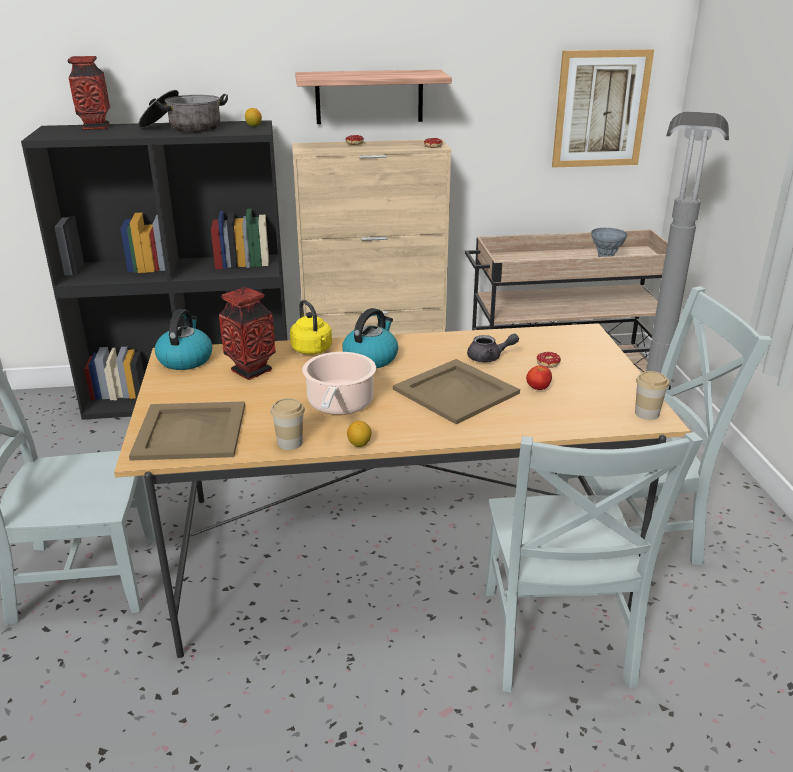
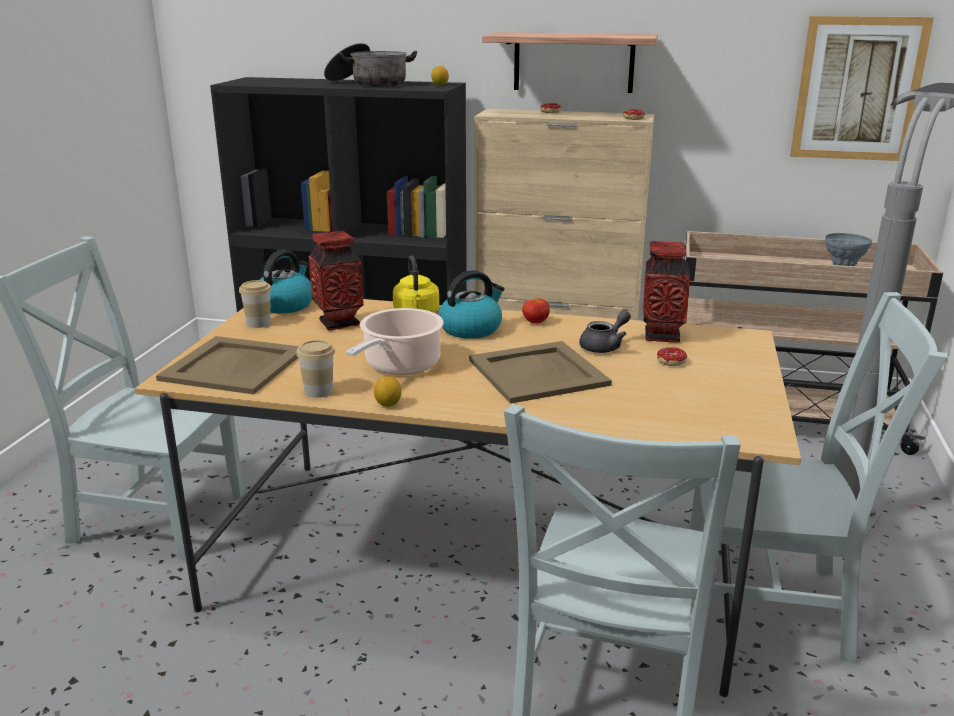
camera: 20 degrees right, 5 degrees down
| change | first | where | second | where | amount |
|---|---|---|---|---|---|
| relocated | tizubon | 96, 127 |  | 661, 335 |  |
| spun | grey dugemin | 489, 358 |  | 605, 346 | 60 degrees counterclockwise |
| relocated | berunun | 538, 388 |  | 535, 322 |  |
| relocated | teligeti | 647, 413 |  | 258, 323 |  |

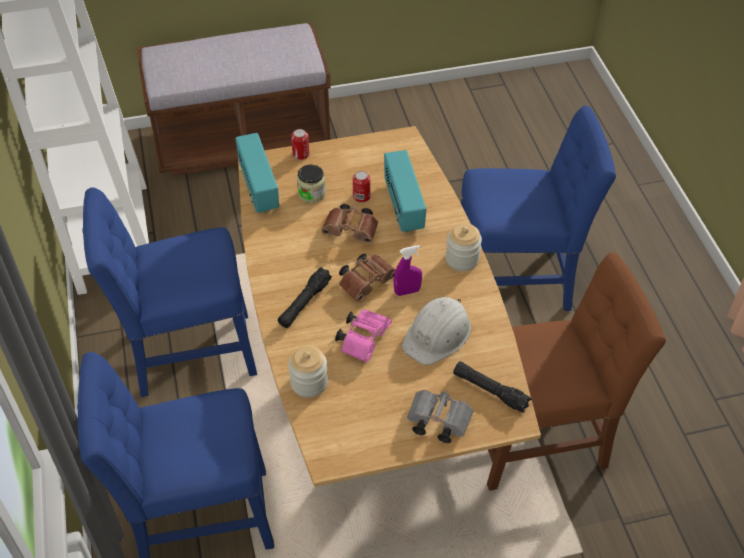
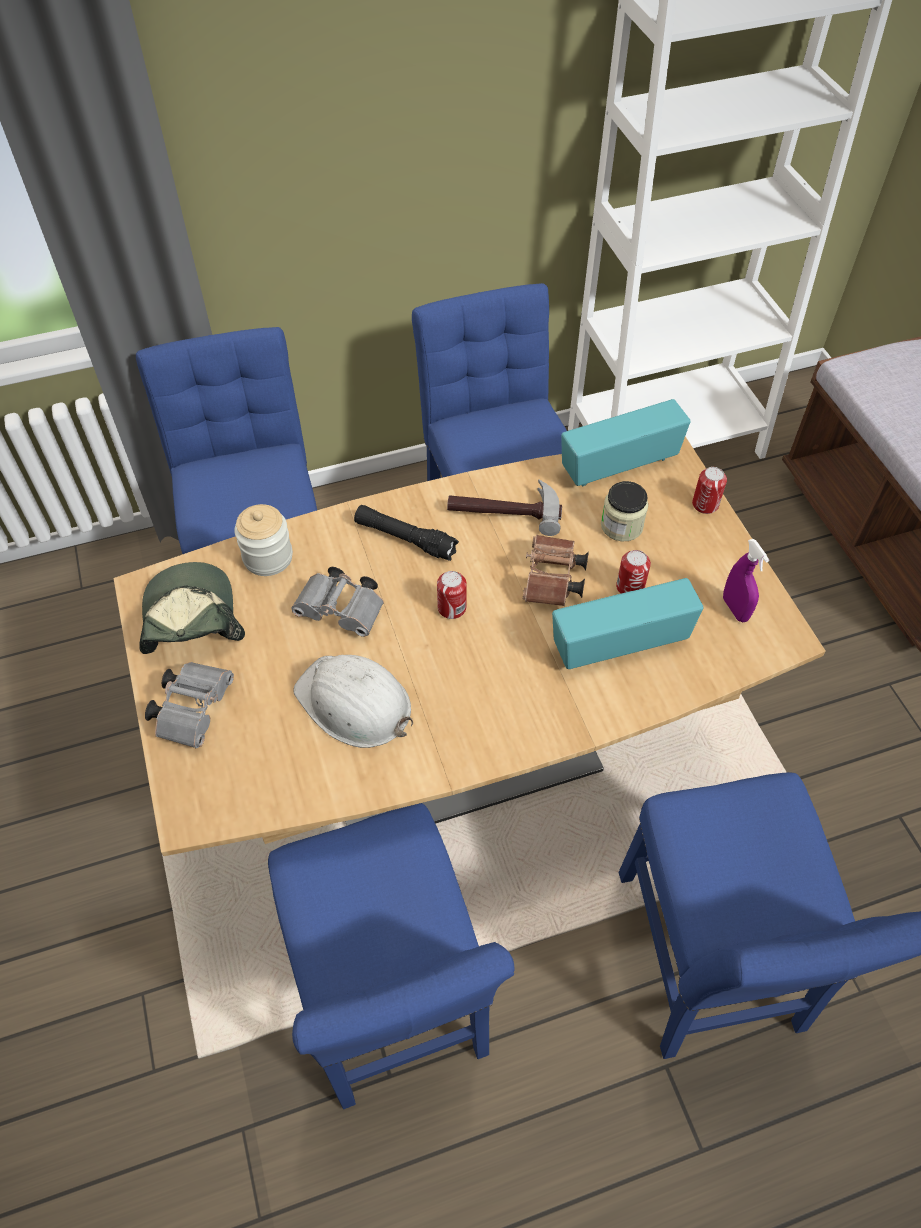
camera: 85 degrees right, 5 degrees up
| change | first | where | second | where | amount |
|---|---|---|---|---|---|
| colour | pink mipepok | 364, 339 | grey mipepok | 343, 612 |  |
| exchanged | brown mipepok | 367, 282 | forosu | 452, 608 |  |
| relocated | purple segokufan | 407, 291 |  | 735, 609 |  |
| missing | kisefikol | 462, 259 |  |  |  |
| missing | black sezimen | 490, 391 |  |  |  |
| colour | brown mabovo | 541, 439 | blue mabovo | 392, 999 |  |
| appeared |  |  | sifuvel | 190, 619 |  |
| appeared |  |  | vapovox | 504, 510 |  |

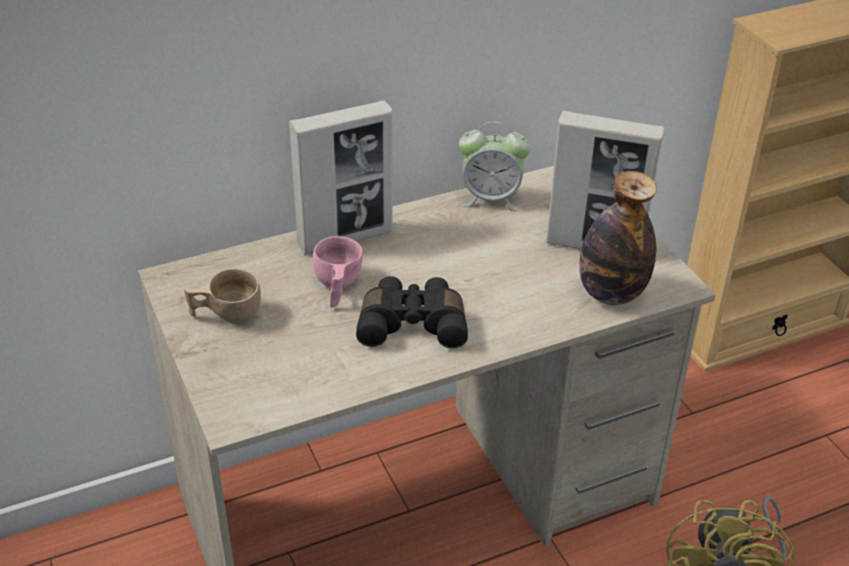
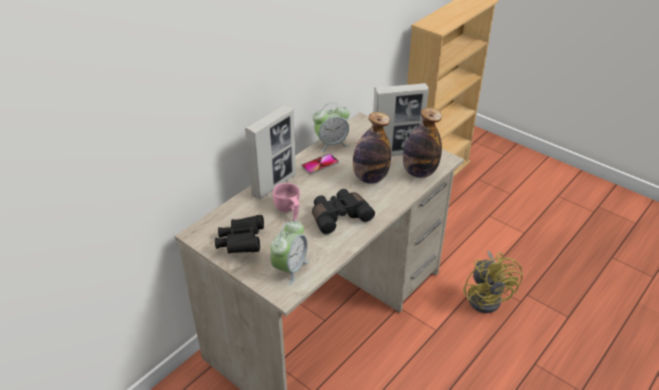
camera: 25 degrees left, 0 degrees up
| change | first | where | second | where | amount |
|---|---|---|---|---|---|
| exchanged | beige teligeti | 226, 315 | black mipepok | 241, 243 |  |
| appeared |  |  | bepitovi | 290, 268 |  |
| appeared |  |  | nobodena | 320, 165 |  |
| appeared |  |  | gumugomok | 370, 178 |  |

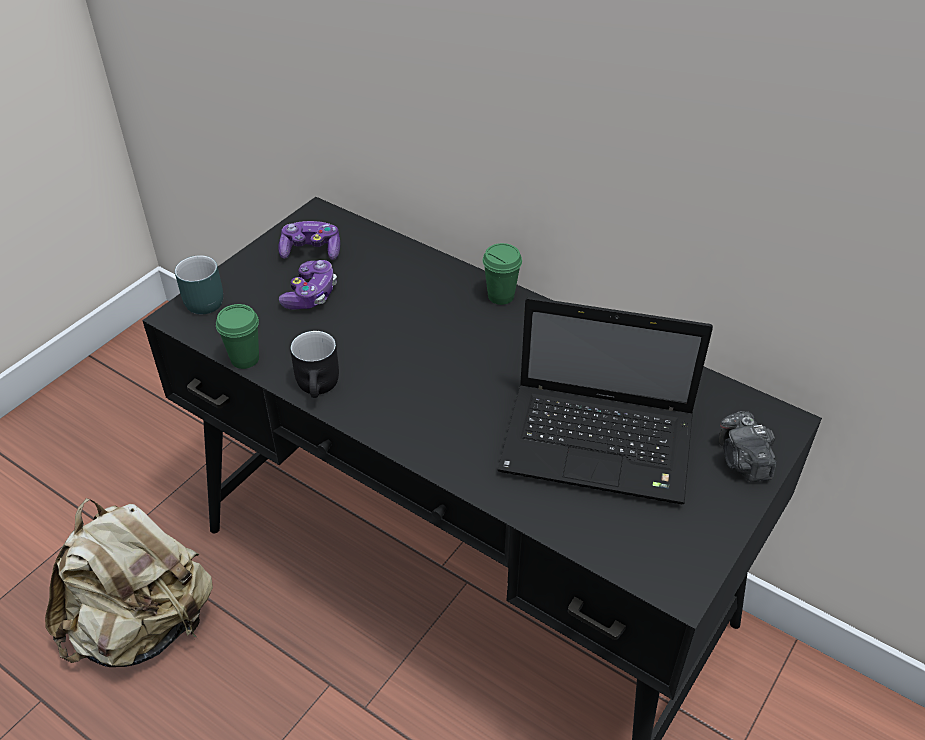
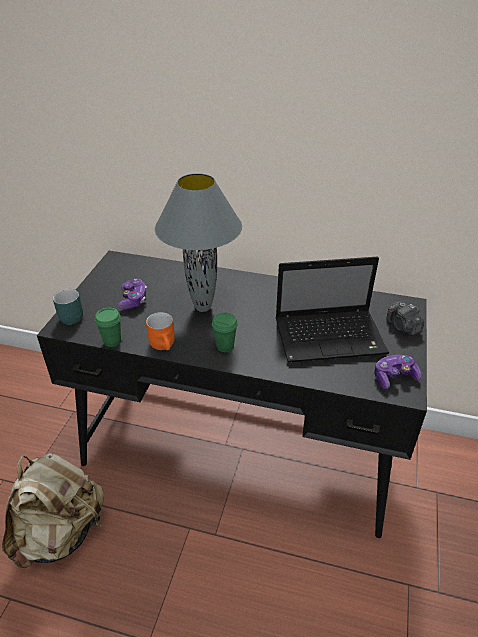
camera: 20 degrees left, 5 degrees down
| change | first | where | second | where | amount |
|---|---|---|---|---|---|
| relocated | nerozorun | 311, 250 |  | 394, 377 |  |
| colour | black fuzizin | 321, 386 | orange fuzizin | 165, 345 |  |
| relocated | green teligeti | 501, 296 |  | 225, 346 |  |
| appeared |  |  | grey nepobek | 203, 307 |  |

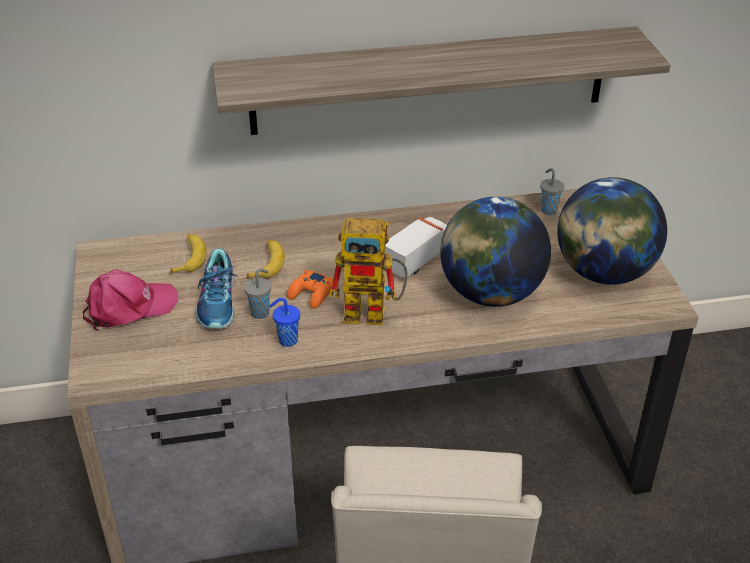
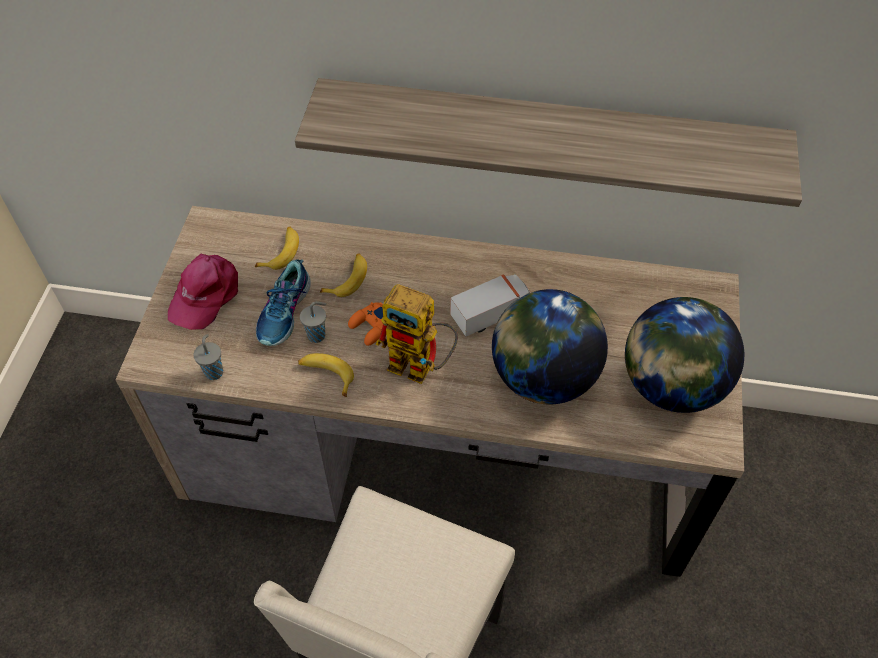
camera: 20 degrees right, 15 degrees up
| change | first | where | second | where | amount |
|---|---|---|---|---|---|
| spun | pink sifuvel | 129, 307 |  | 206, 294 | 120 degrees clockwise |
| exchanged | blue teligeti | 286, 340 | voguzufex | 326, 375 |  |
| relocated | grey teligeti | 548, 210 |  | 214, 371 |  |

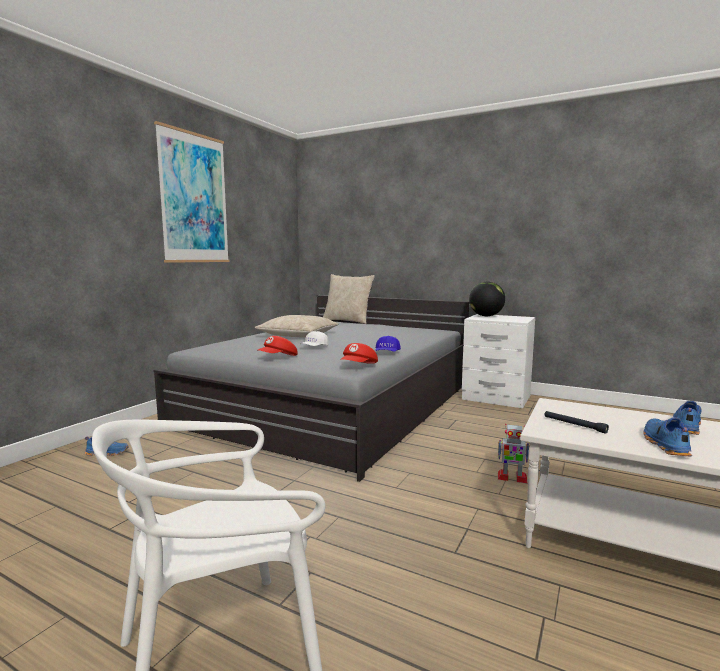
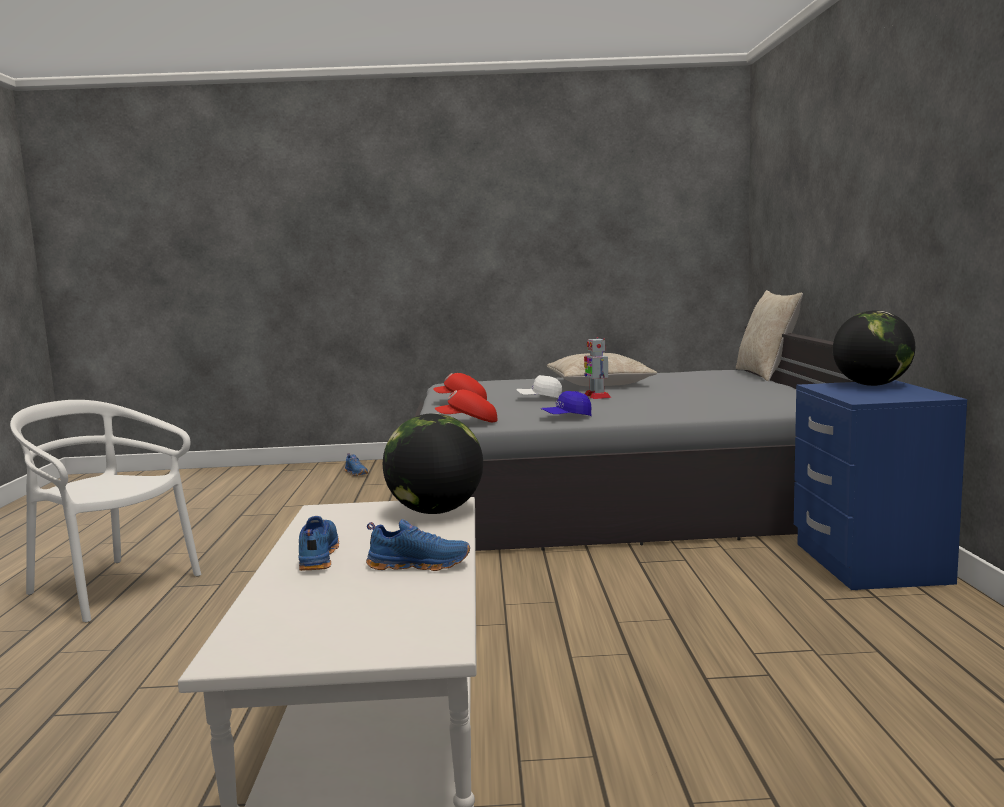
camera: 60 degrees right, 0 degrees up
| change | first | where | second | where | amount |
|---|---|---|---|---|---|
| missing | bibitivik | 194, 198 |  |  |  |
| colour | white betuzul | 496, 398 | blue betuzul | 867, 563 |  |
| relocated | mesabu | 511, 477 |  | 596, 396 |  |
| missing | black sezimen | 574, 425 |  |  |  |
| spun | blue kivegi | 664, 444 |  | 317, 556 | 75 degrees counterclockwise |
| appeared |  |  | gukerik | 435, 511 |  |

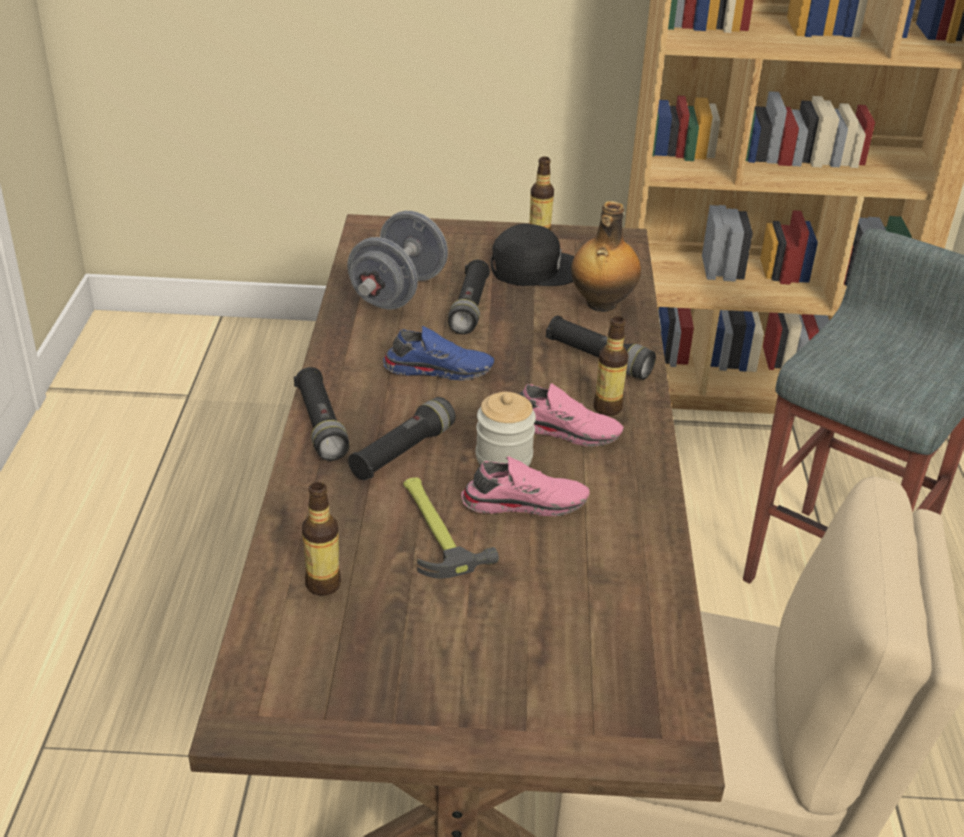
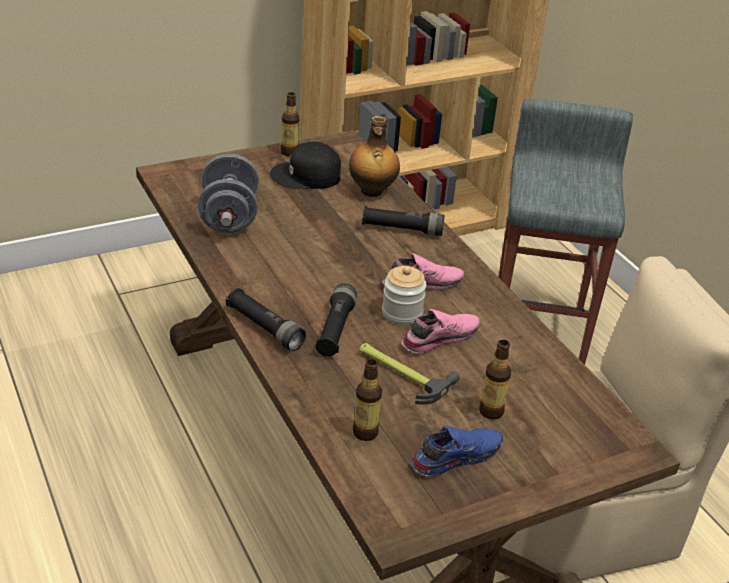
camera: 30 degrees left, 0 degrees up
| change | first | where | second | where | amount |
|---|---|---|---|---|---|
| relocated | blue kivegi | 438, 369 |  | 455, 456 |  |
| missing | black sezimen | 470, 308 |  |  |  |
| spun | black sifuvel | 535, 268 |  | 307, 176 | 150 degrees counterclockwise |
| relocated | gumugomok | 607, 408 |  | 491, 411 |  |

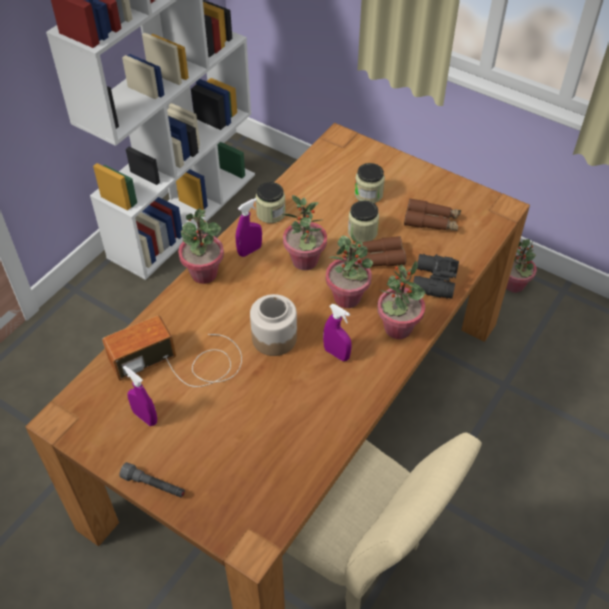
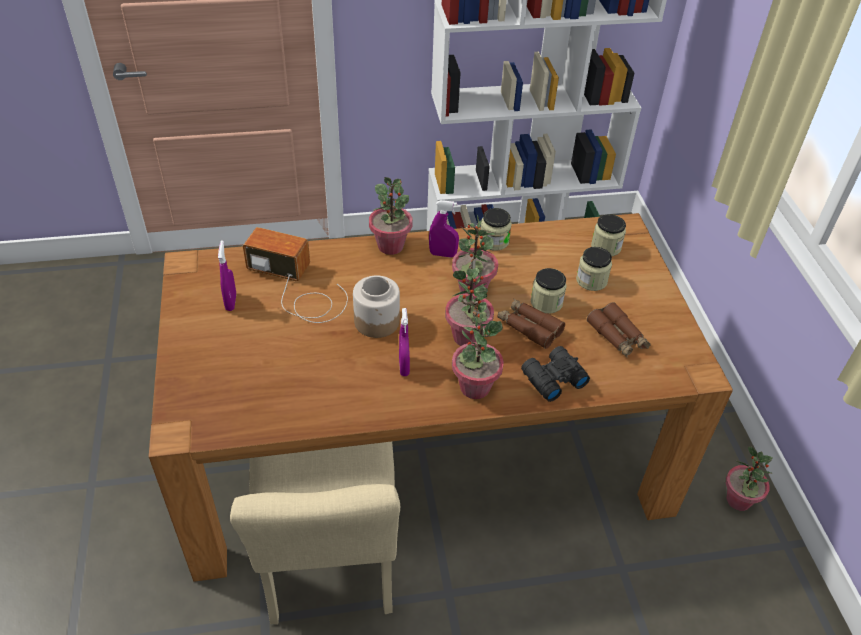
camera: 45 degrees right, 5 degrees down
| change | first | where | second | where | amount |
|---|---|---|---|---|---|
| missing | grey sezimen | 154, 485 |  |  |  |
| appeared |  |  | kisefikol | 606, 247 |  |

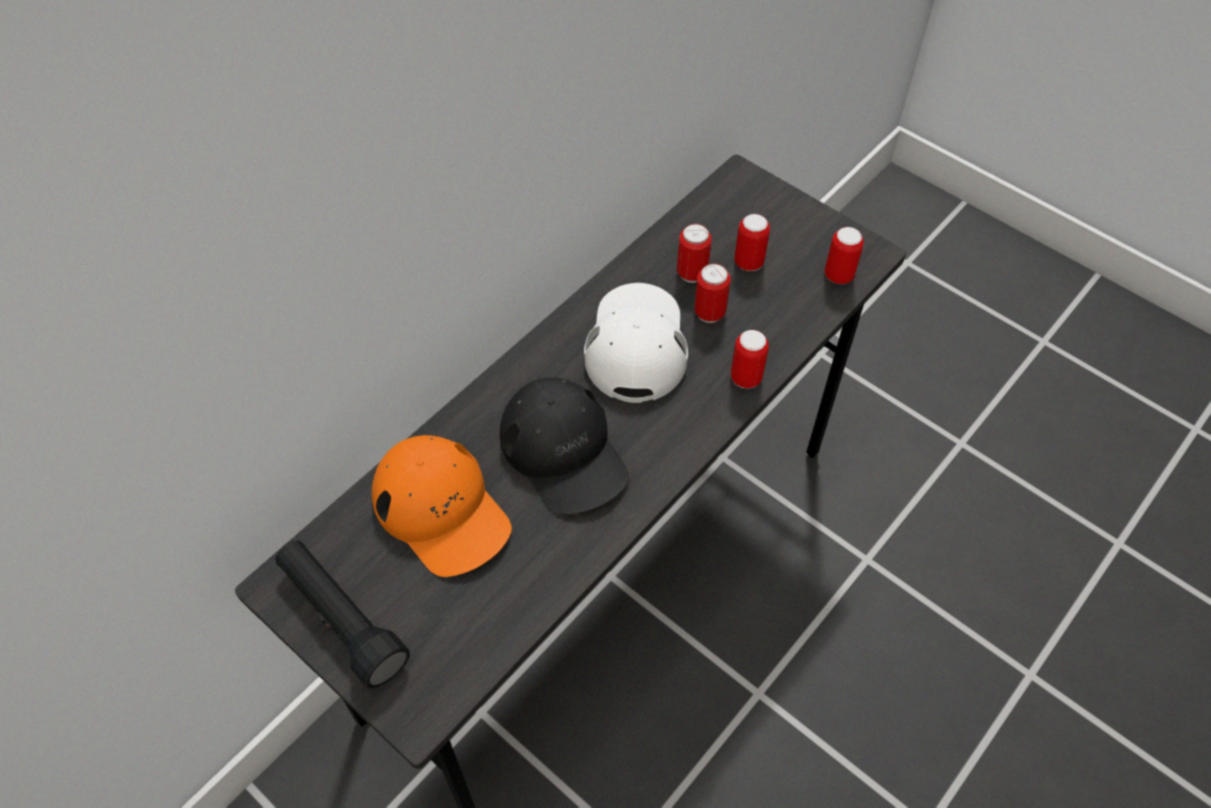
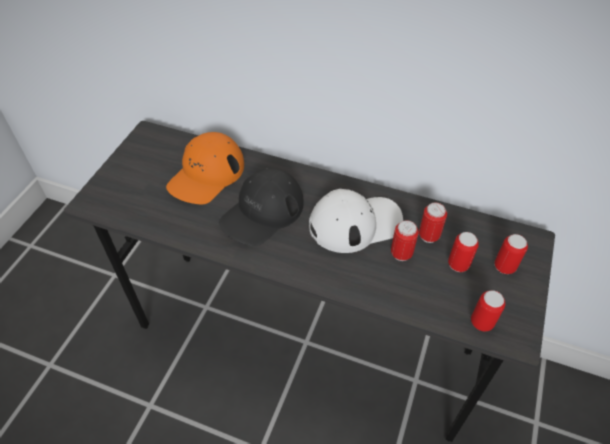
camera: 70 degrees right, 5 degrees down
| change | first | where | second | where | amount |
|---|---|---|---|---|---|
| missing | black sezimen | 341, 618 |  |  |  |
| relocated | forosu | 746, 378 |  | 504, 267 |  |

